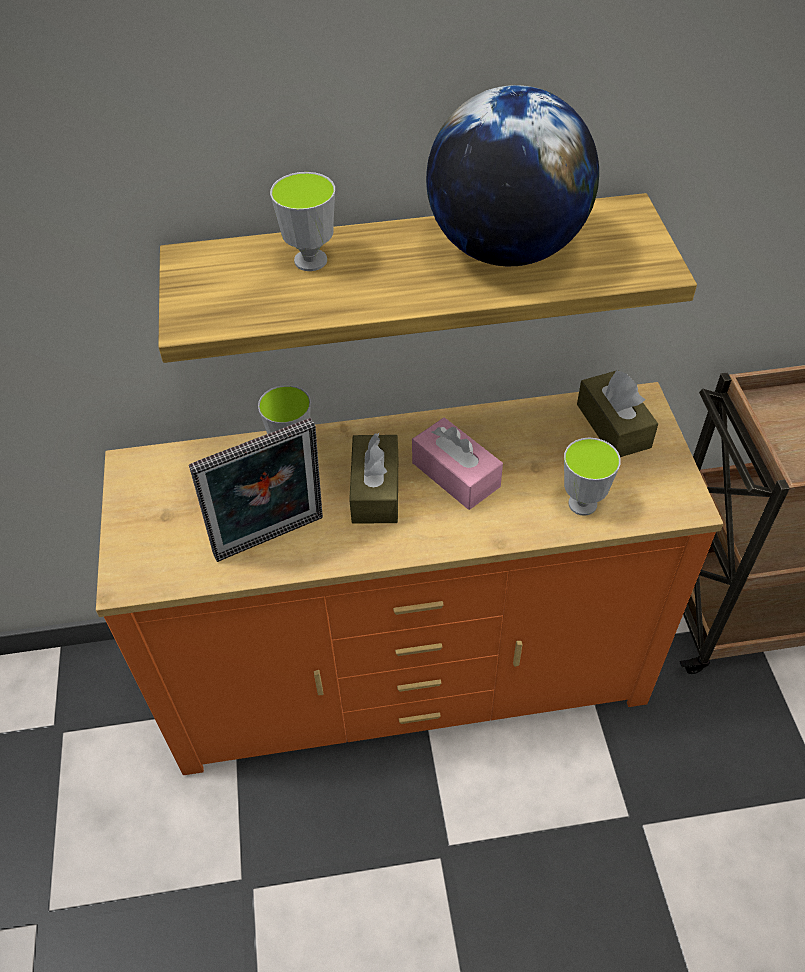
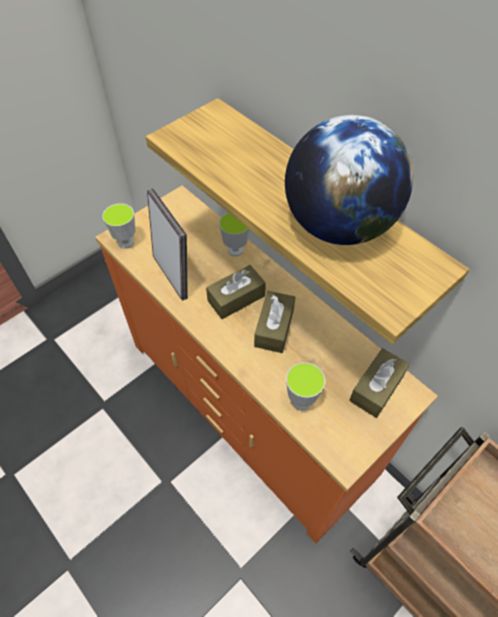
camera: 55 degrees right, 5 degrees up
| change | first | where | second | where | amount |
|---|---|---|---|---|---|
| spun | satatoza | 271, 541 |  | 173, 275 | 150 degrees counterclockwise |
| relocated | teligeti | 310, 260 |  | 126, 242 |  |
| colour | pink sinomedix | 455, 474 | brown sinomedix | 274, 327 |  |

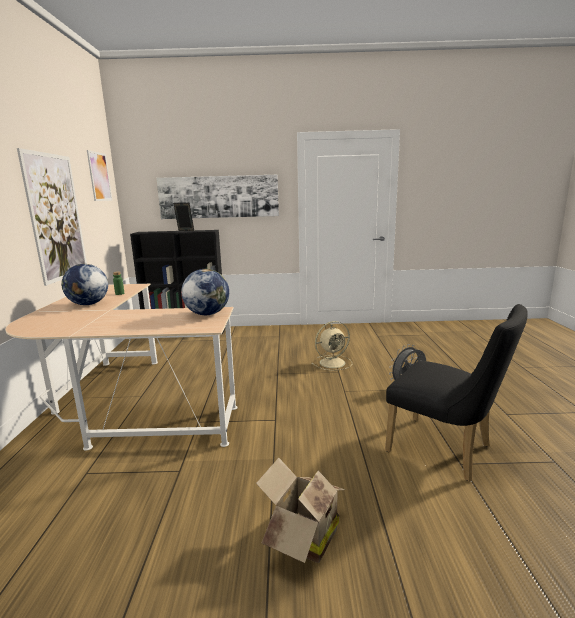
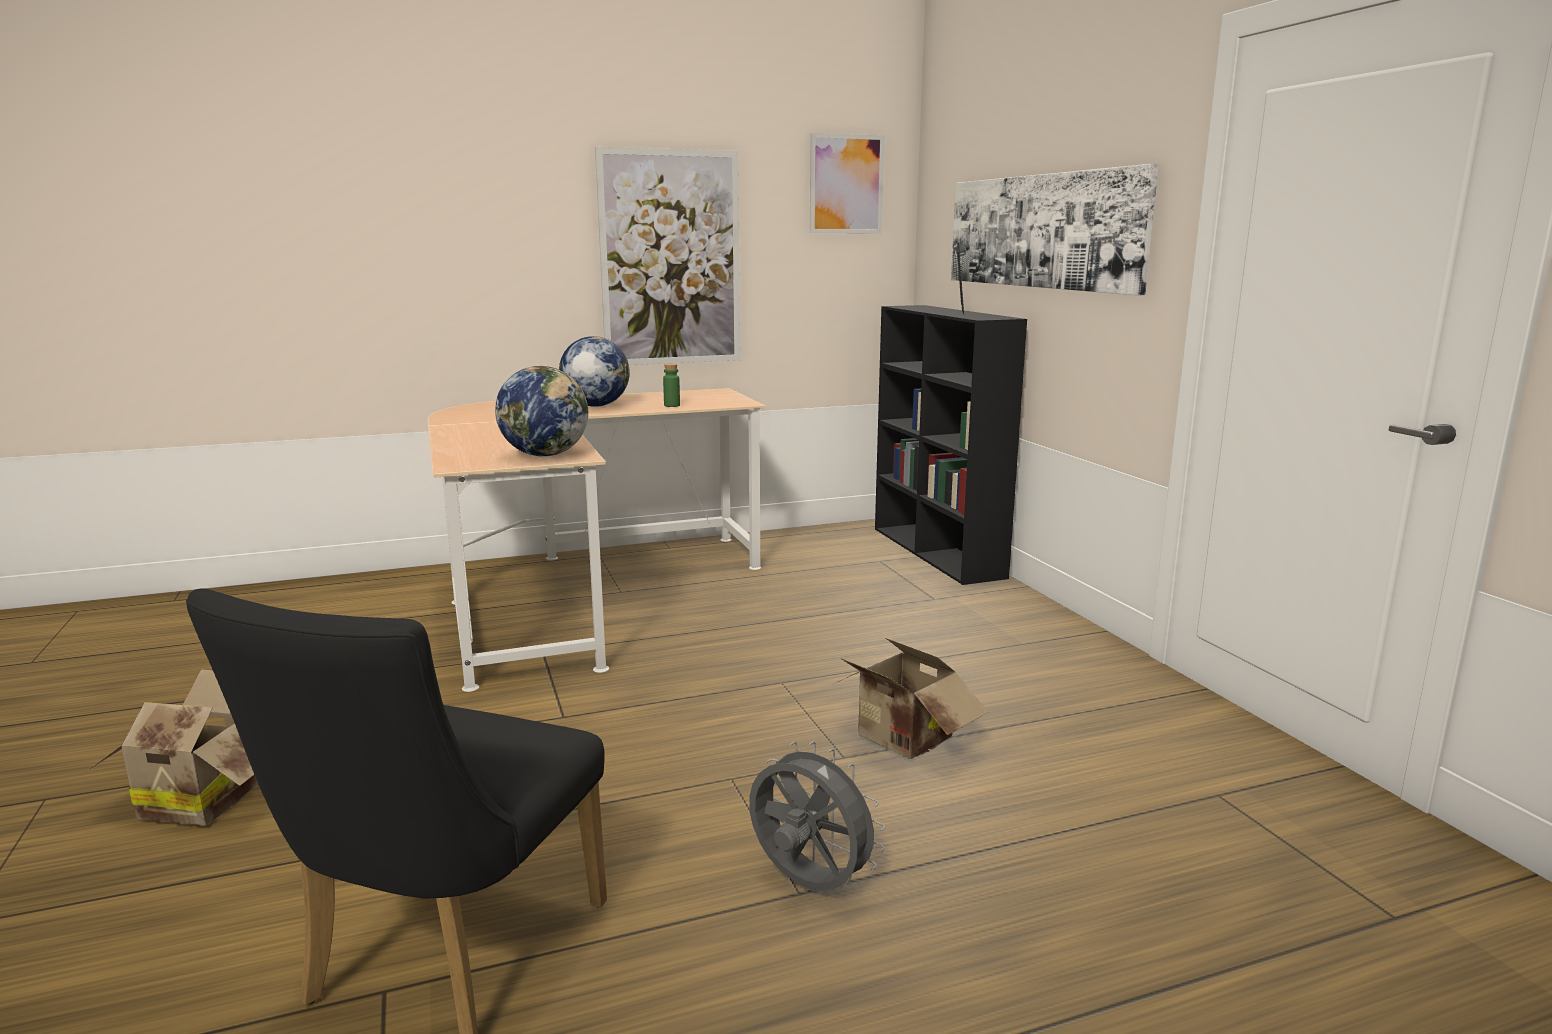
camera: 70 degrees right, 0 degrees up
| change | first | where | second | where | amount |
|---|---|---|---|---|---|
| exchanged | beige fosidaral | 333, 362 | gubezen | 902, 742 |  |

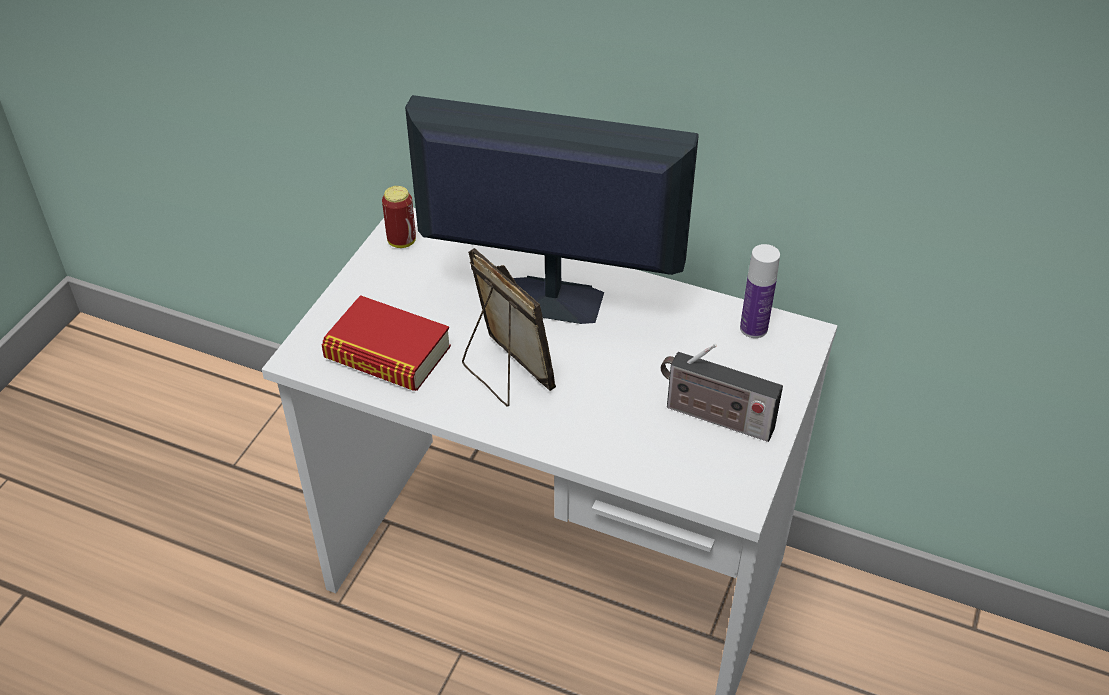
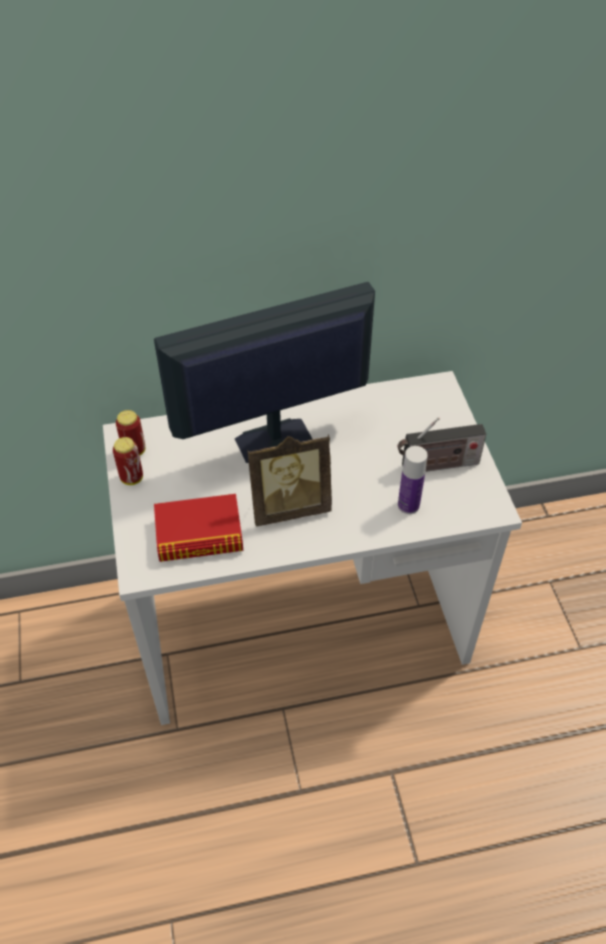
camera: 35 degrees left, 5 degrees up
| change | first | where | second | where | amount |
|---|---|---|---|---|---|
| spun | satatoza | 504, 374 |  | 289, 507 | 150 degrees clockwise |
| relocated | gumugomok | 753, 328 |  | 408, 505 |  |
| appeared |  |  | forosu | 131, 478 |  |

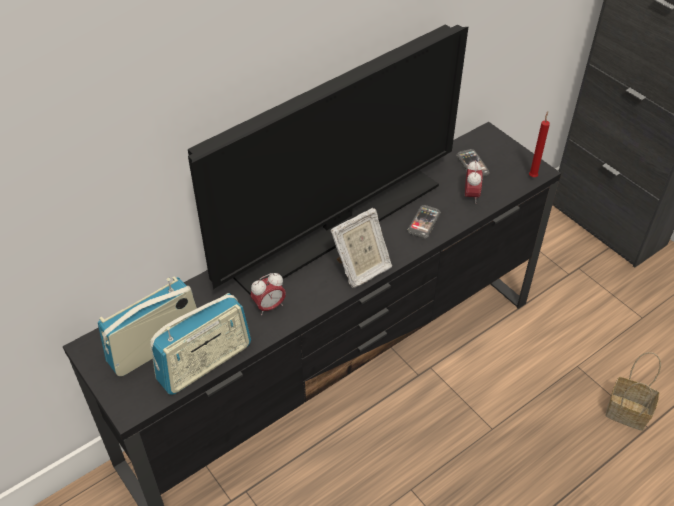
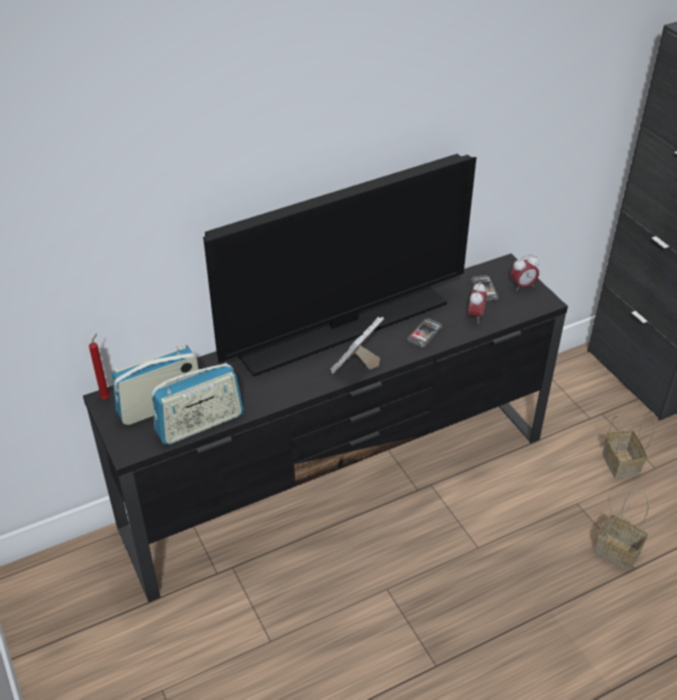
camera: 10 degrees right, 5 degrees down
| change | first | where | second | where | amount |
|---|---|---|---|---|---|
| relocated | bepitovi | 269, 306 |  | 522, 286 |  |
| spun | satatoza | 361, 269 |  | 356, 366 | 150 degrees clockwise |
| relocated | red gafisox | 533, 176 |  | 106, 397 |  |
| appeared |  |  | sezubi | 622, 464 |  |

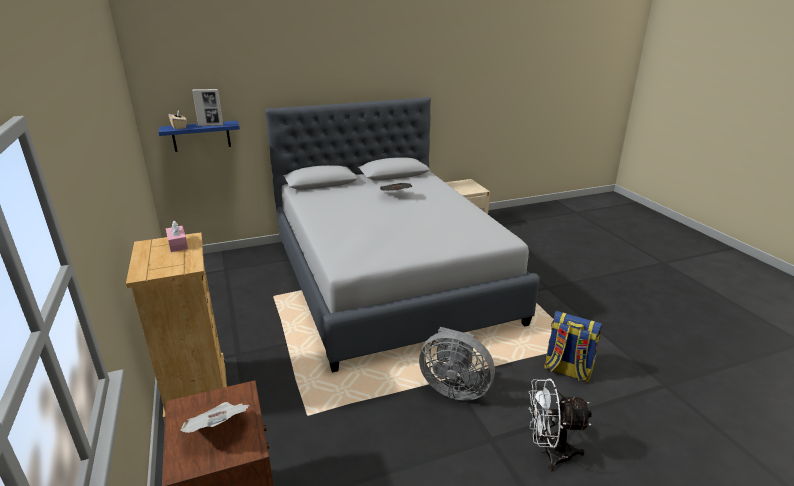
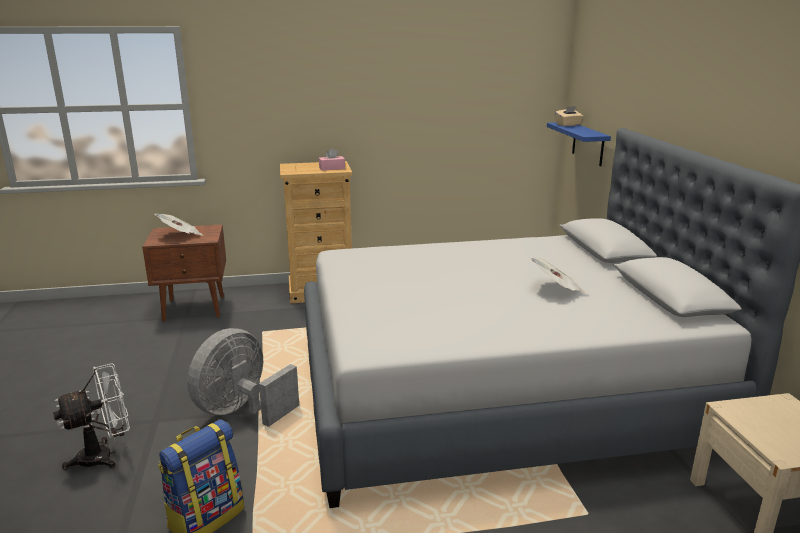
camera: 100 degrees right, 5 degrees down
| change | first | where | second | where | amount |
|---|---|---|---|---|---|
| missing | satatoza | 211, 125 |  |  |  |
| spun | white fosidaral | 549, 452 |  | 105, 455 | 45 degrees clockwise |

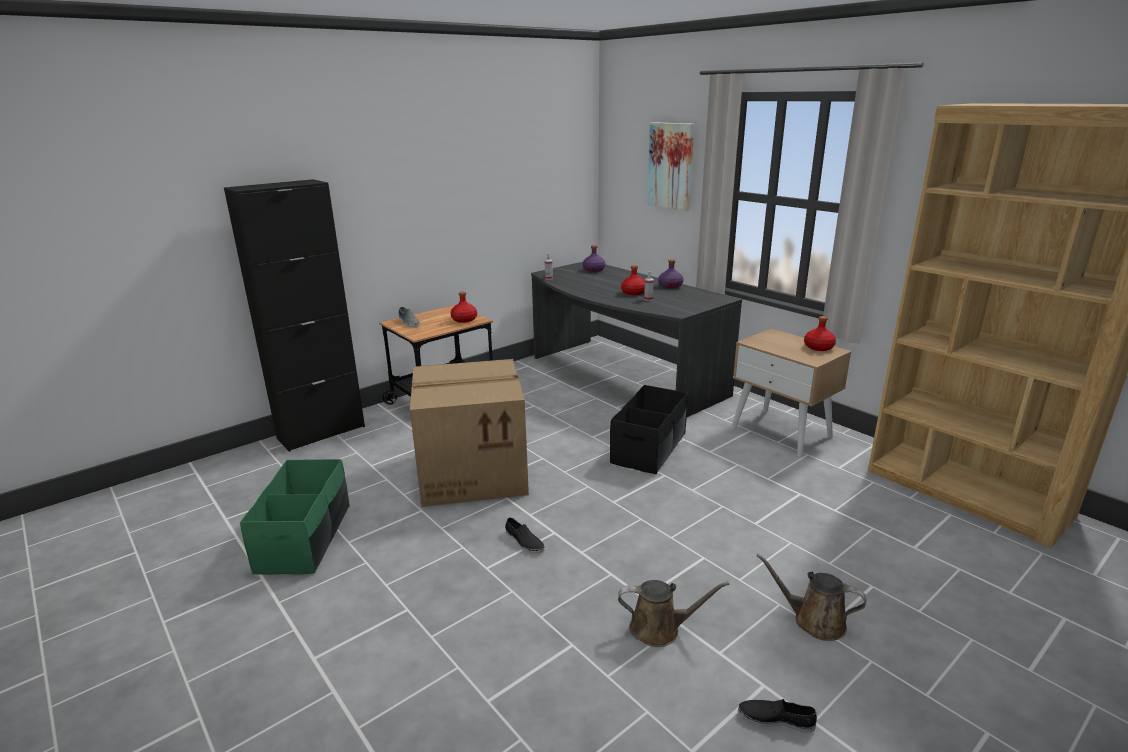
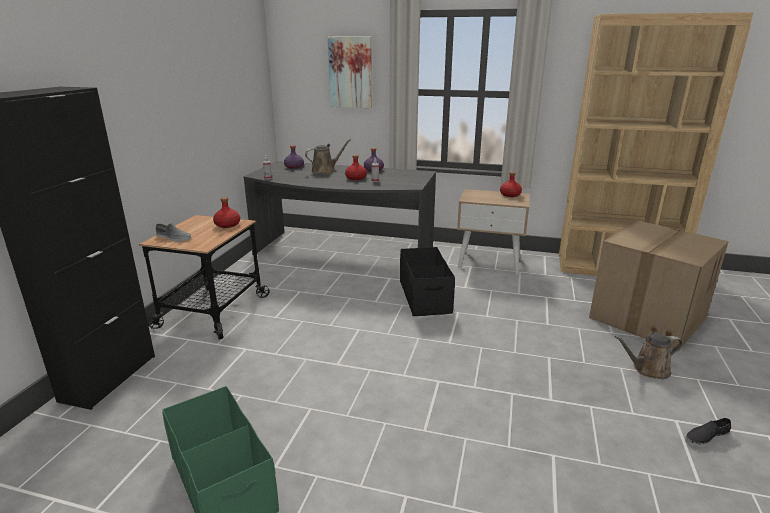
camera: 35 degrees left, 0 degrees up
| change | first | where | second | where | amount |
|---|---|---|---|---|---|
| relocated | gubezen | 474, 472 |  | 646, 317 |  |
| missing | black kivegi | 524, 542 |  |  |  |
| relocated | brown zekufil | 659, 629 |  | 325, 171 |  |

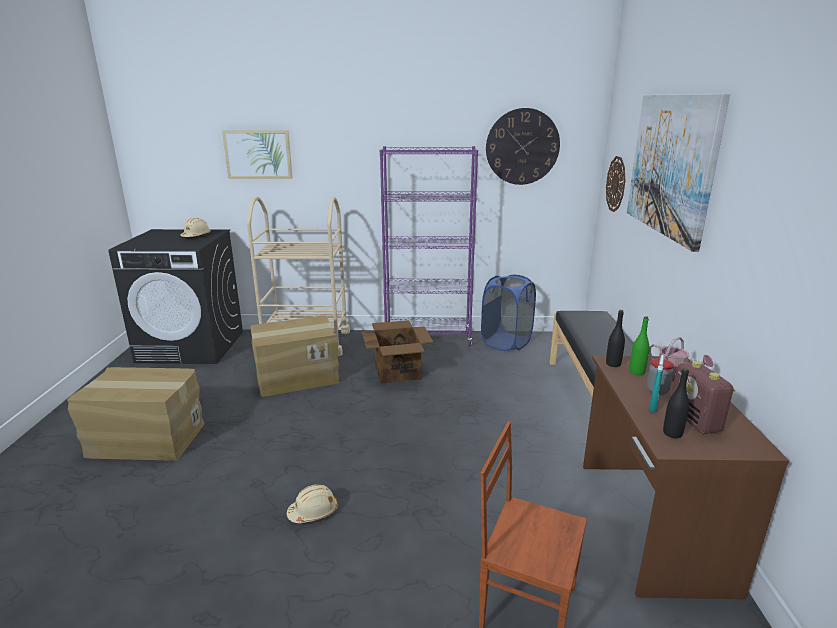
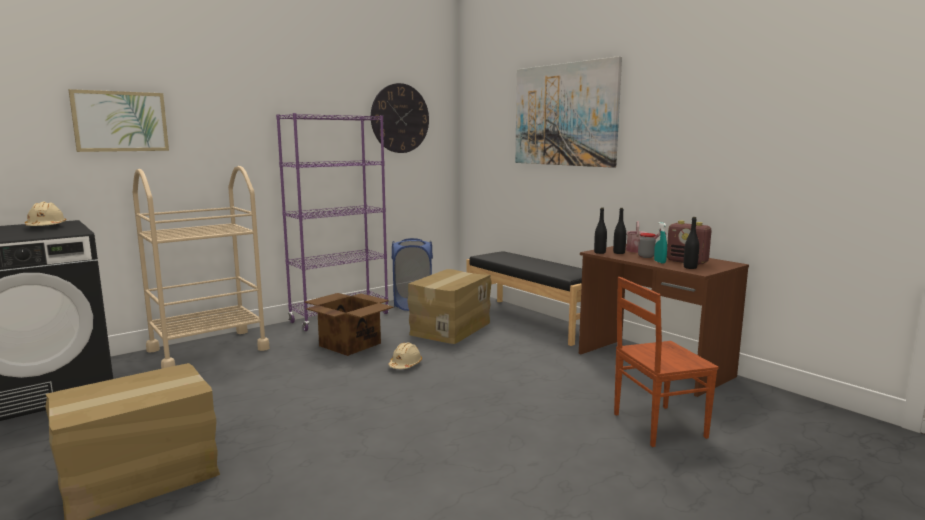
camera: 40 degrees left, 10 degrees down
| change | first | where | second | where | amount |
|---|---|---|---|---|---|
| relocated | gubezen | 297, 377 |  | 450, 328 |  |
| relocated | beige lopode | 313, 512 |  | 405, 365 |  |
| missing | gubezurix | 616, 184 |  |  |  |
| colour | green gumugomok | 636, 372 | black gumugomok | 619, 253 |  |

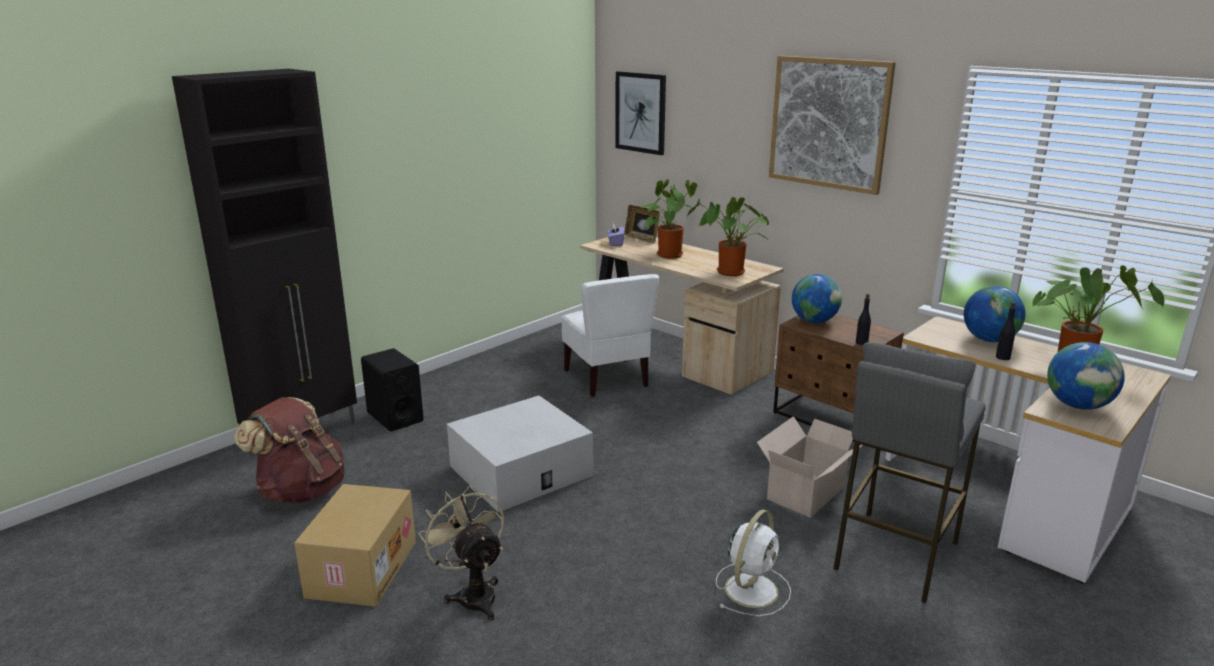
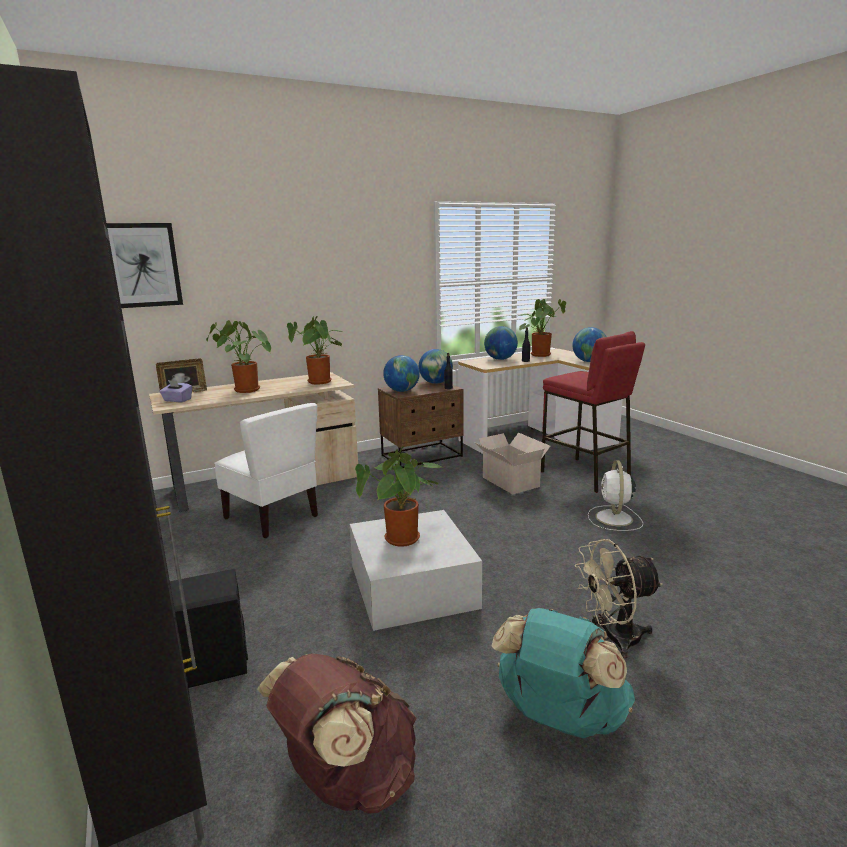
camera: 70 degrees left, 5 degrees down
| change | first | where | second | where | amount |
|---|---|---|---|---|---|
| exchanged | gubezen | 361, 568 | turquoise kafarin | 559, 718 |  |
| spun | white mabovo | 607, 378 |  | 273, 517 | 45 degrees clockwise |
| spun | white fosidaral | 752, 588 |  | 614, 519 | 135 degrees counterclockwise |
| missing | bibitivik | 829, 123 |  |  |  |
| colour | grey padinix | 894, 555 | red padinix | 585, 475 |  |
| appeared |  |  | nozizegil | 403, 541 |  |
| appeared |  |  | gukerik | 436, 383 |  |

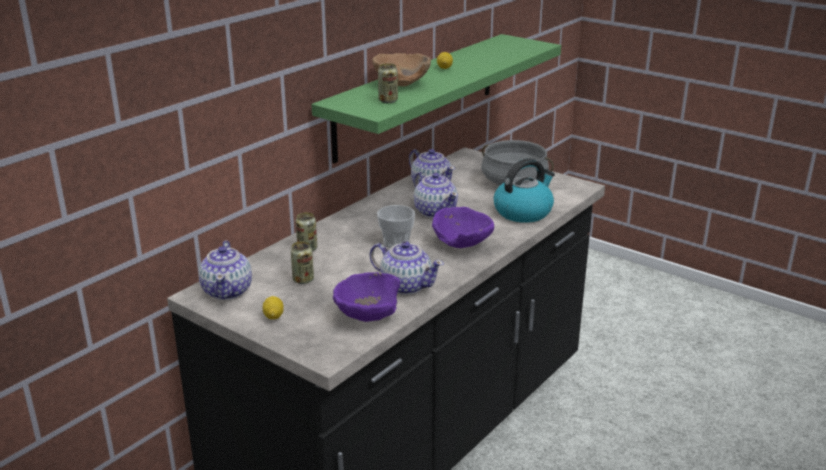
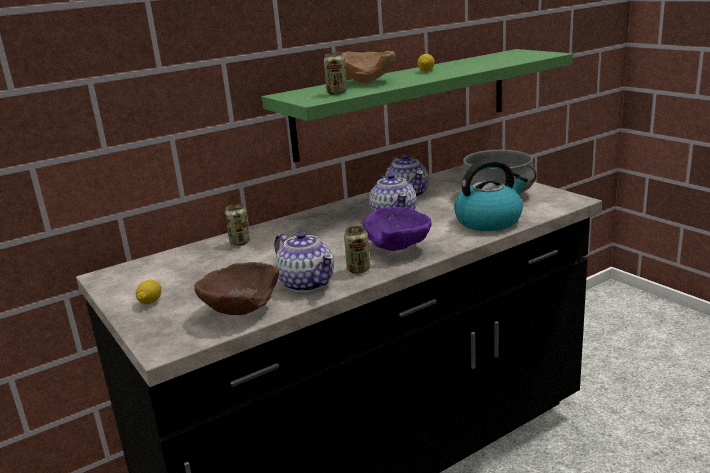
camera: 20 degrees right, 5 degrees down
| change | first | where | second | where | amount |
|---|---|---|---|---|---|
| missing | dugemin | 228, 291 |  |  |  |
| relocated | forosu | 303, 280 |  | 358, 270 |  |
| colour | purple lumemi | 366, 316 | brown lumemi | 240, 310 |  |
| missing | teligeti | 396, 243 |  |  |  |

